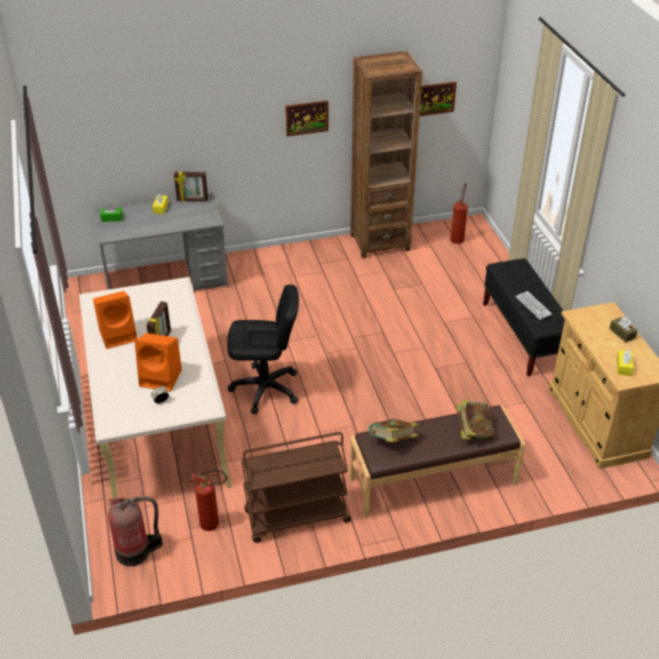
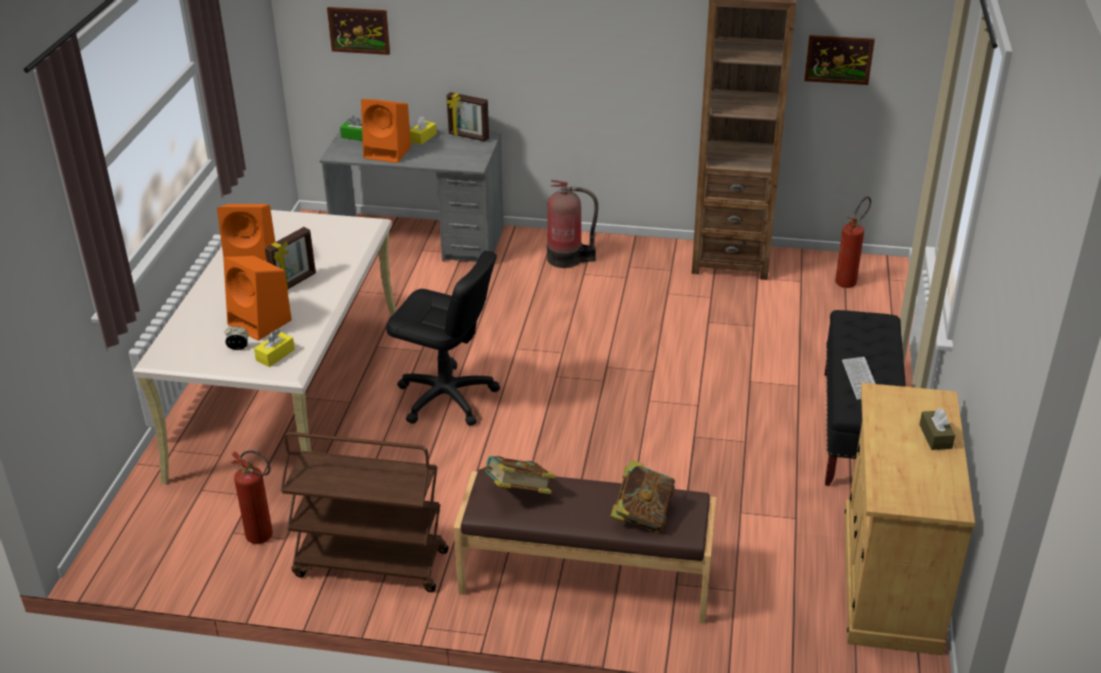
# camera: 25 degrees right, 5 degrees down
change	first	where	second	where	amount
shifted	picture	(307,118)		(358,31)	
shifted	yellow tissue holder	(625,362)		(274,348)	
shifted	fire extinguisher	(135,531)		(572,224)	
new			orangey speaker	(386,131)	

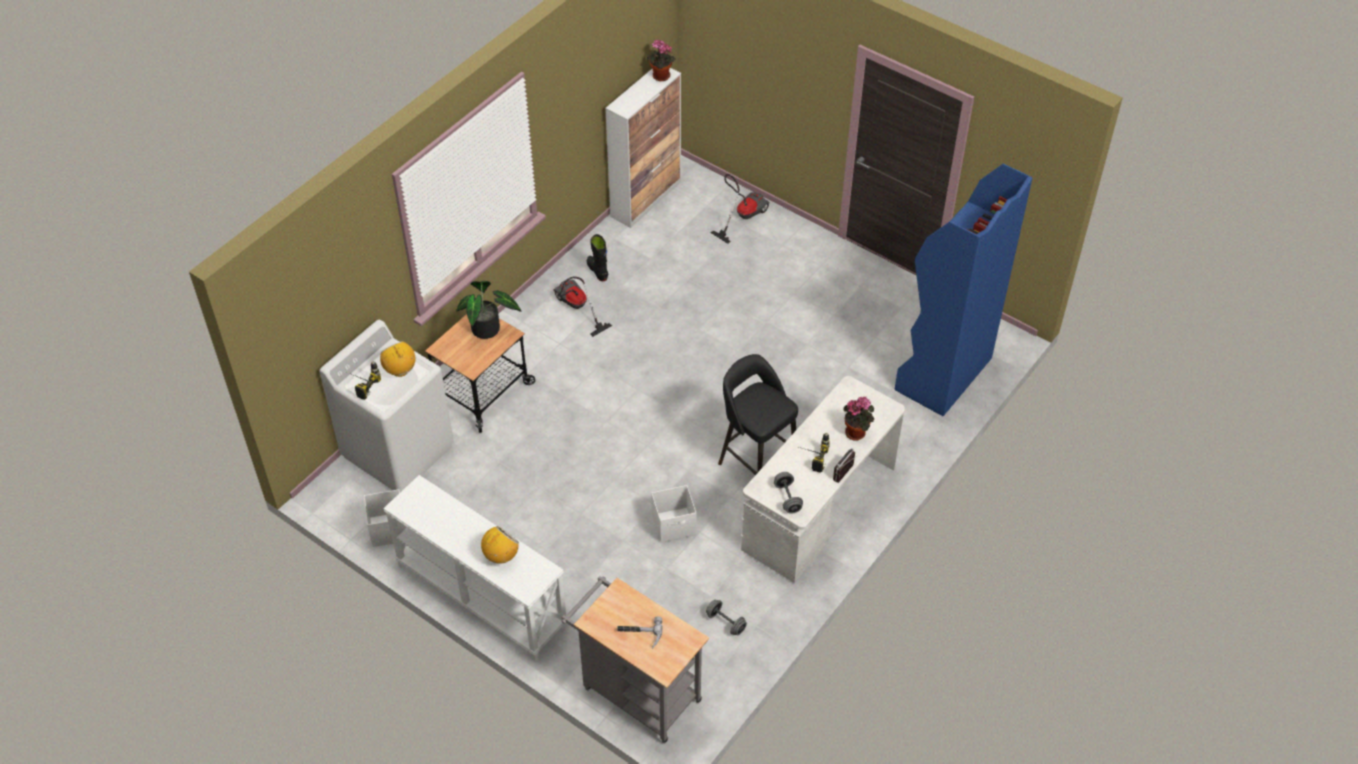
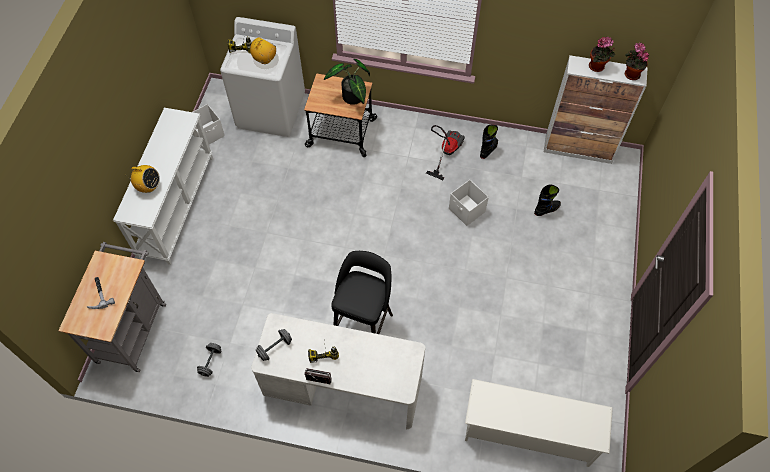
# camera: 65 degrees right, 10 degrees up
change	first	where	second	where	amount
swapped	blue-coloured bookshelf	(963,290)	white-coloured shoe stand	(539,423)	
gone	hoover	(740,209)			
shifted	plant in a pot	(858,418)		(602,54)	
shifted	white-coloured storage box	(673,513)		(469,203)	
new			blackish tall boot	(547,200)	

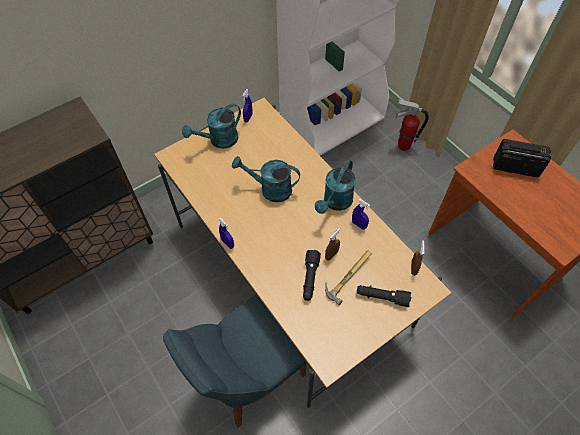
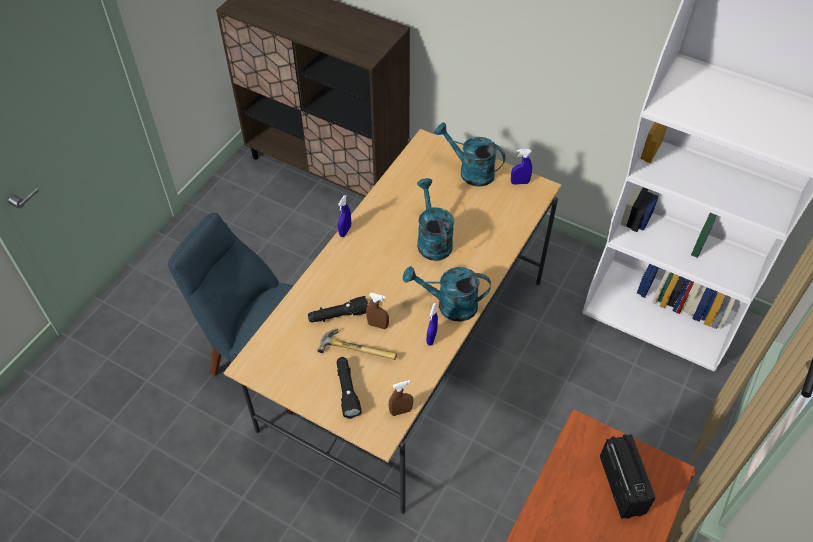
# camera: 65 degrees right, 5 degrees down
change	first	where	second	where	amount
gone	fire extinguisher	(412,125)			

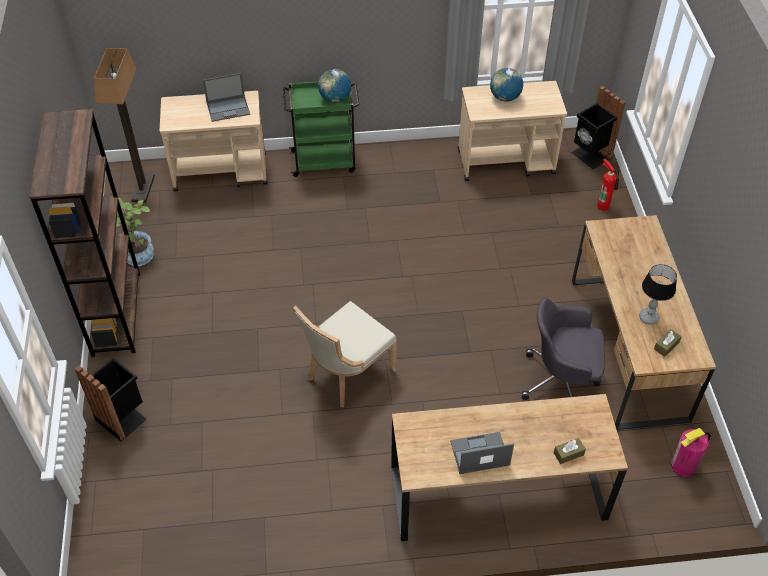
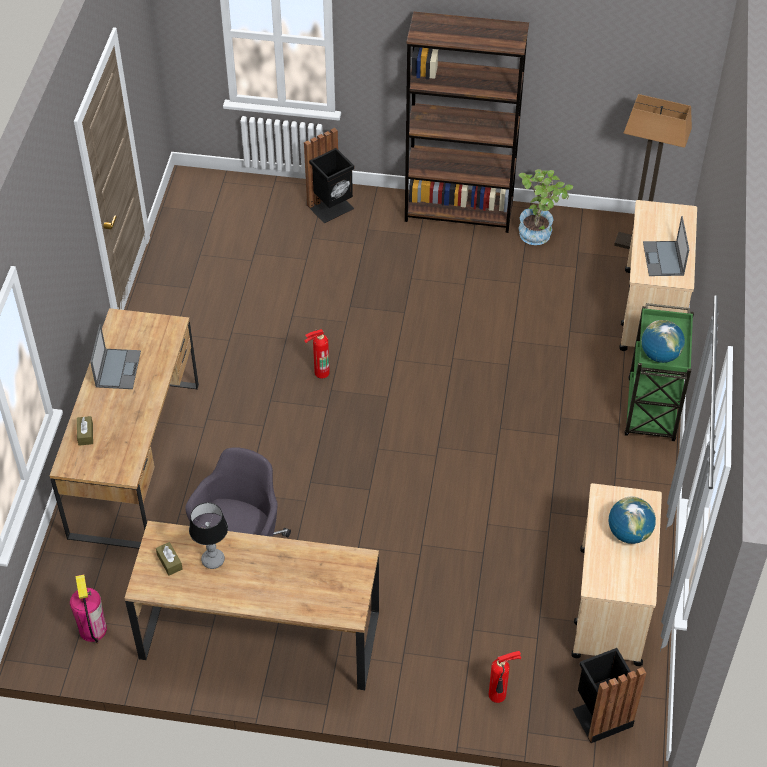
# camera: 105 degrees right, 0 degrees up
change	first	where	second	where	amount
swapped	beige plain chair	(345,354)	fire extinguisher	(317,354)	

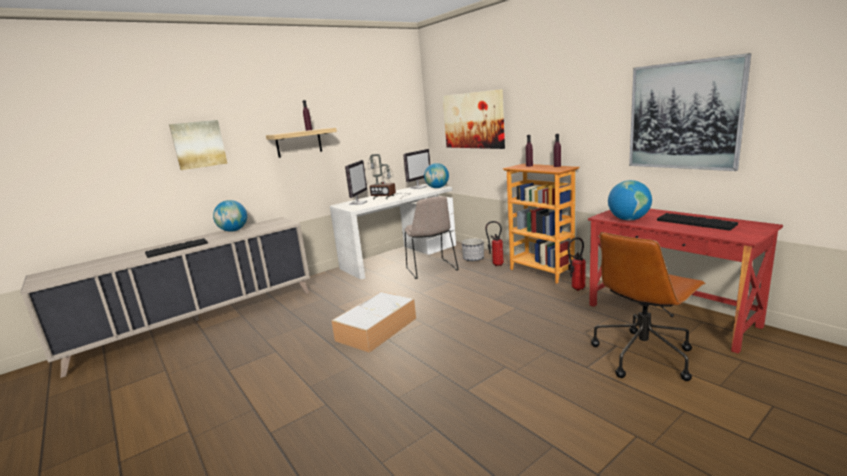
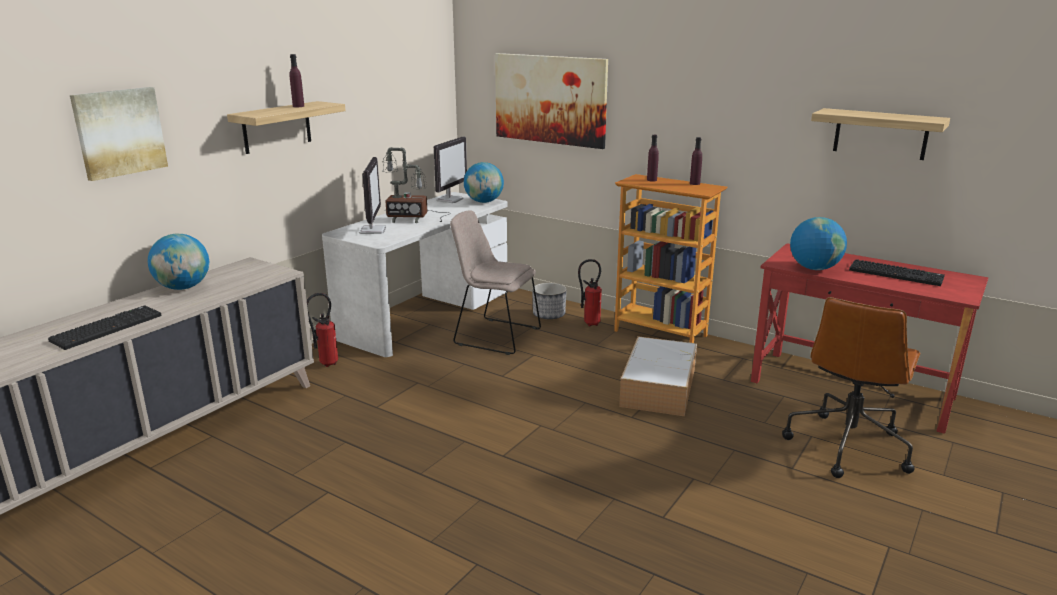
# camera: 20 degrees left, 5 degrees up
change	first	where	second	where	amount
swapped	picture	(690,112)	wall shelf	(880,134)	
rotated	beige plain chair	(431,237)		(495,283)	150 degrees clockwise
shifted	fire extinguisher	(577,264)		(322,330)	
shifted	storage box	(373,322)		(658,376)	

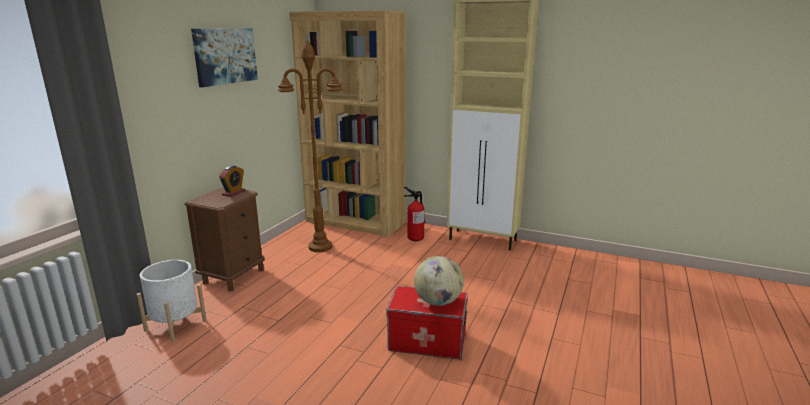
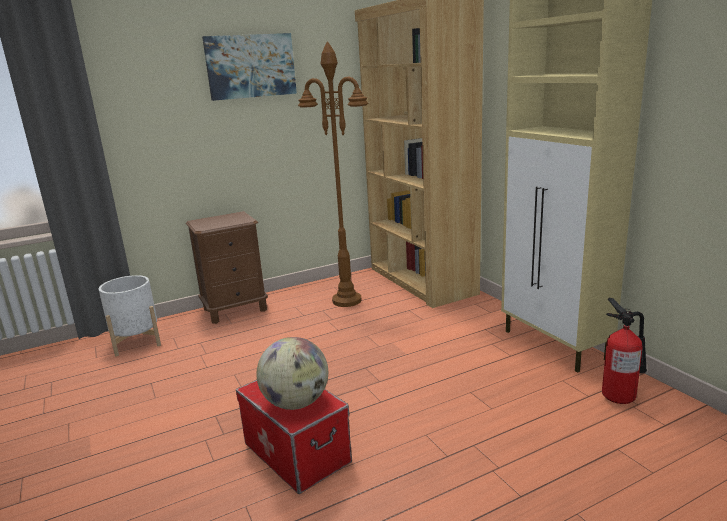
# camera: 40 degrees right, 0 degrees up
change	first	where	second	where	amount
gone	table clock	(232,181)			
shifted	fire extinguisher	(414,214)		(624,351)	

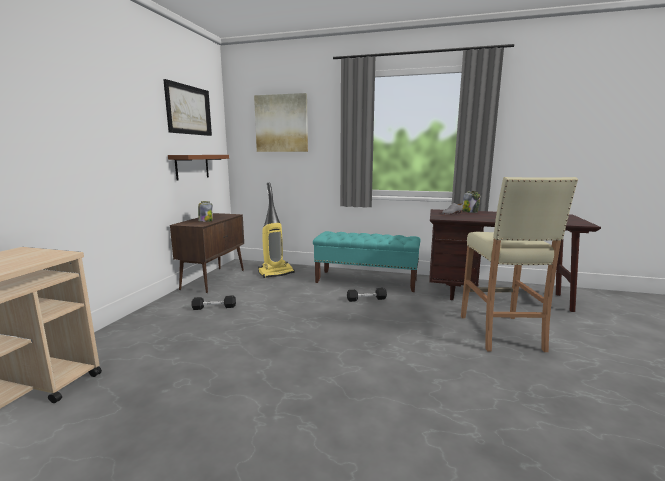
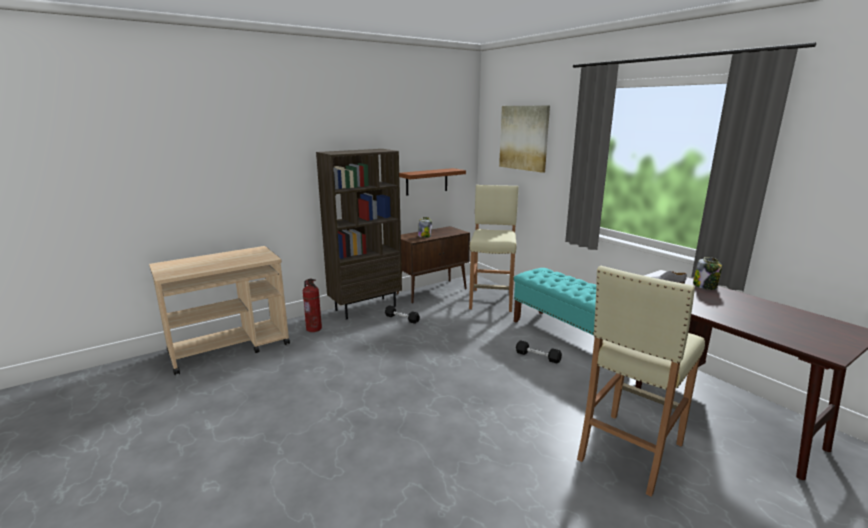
# camera: 40 degrees right, 5 degrees up
change	first	where	second	where	amount
gone	picture	(187,107)			
swapped	hoover	(276,230)	beige stool seat	(494,248)	
new			brownish bookshelf	(359,234)	
new			fire extinguisher	(312,305)	

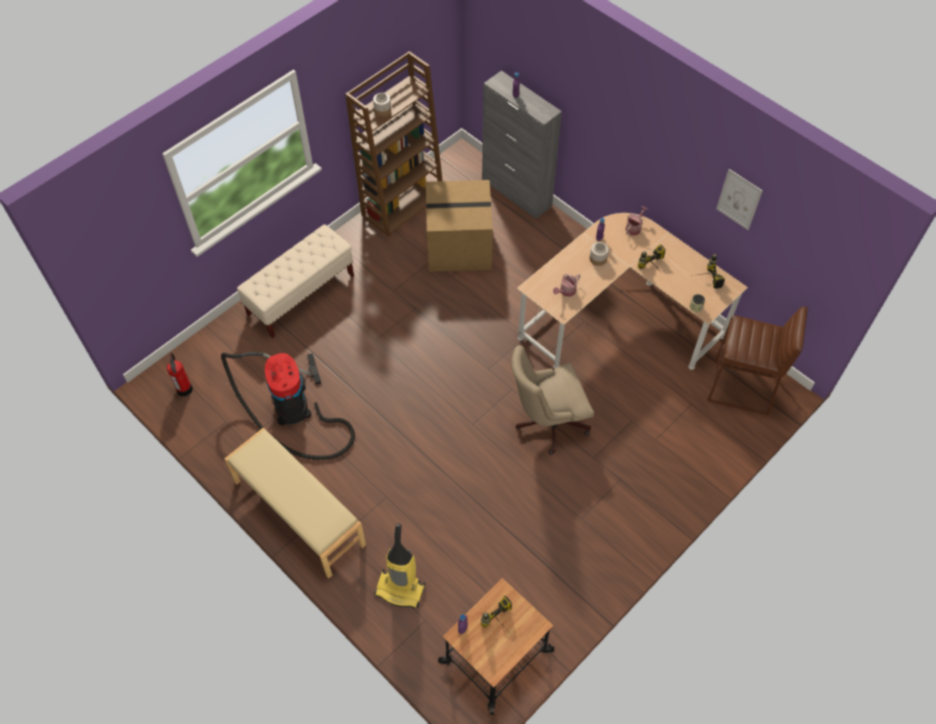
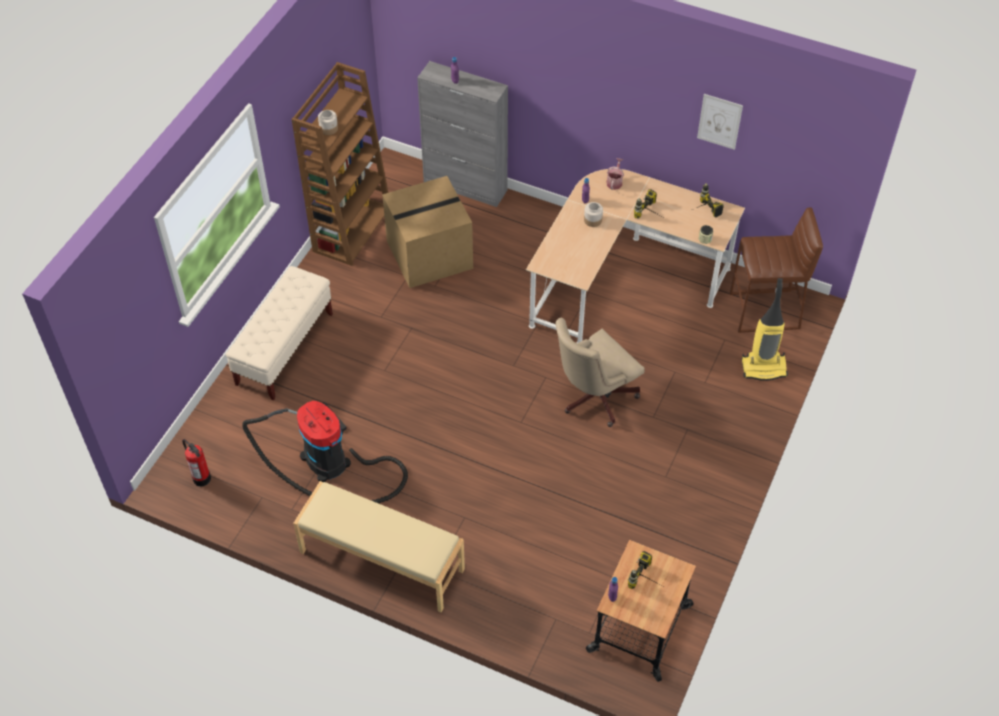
# camera: 20 degrees left, 5 degrees down
change	first	where	second	where	amount
gone	watering can	(566,285)			
shifted	hoover	(399,566)		(765,329)	

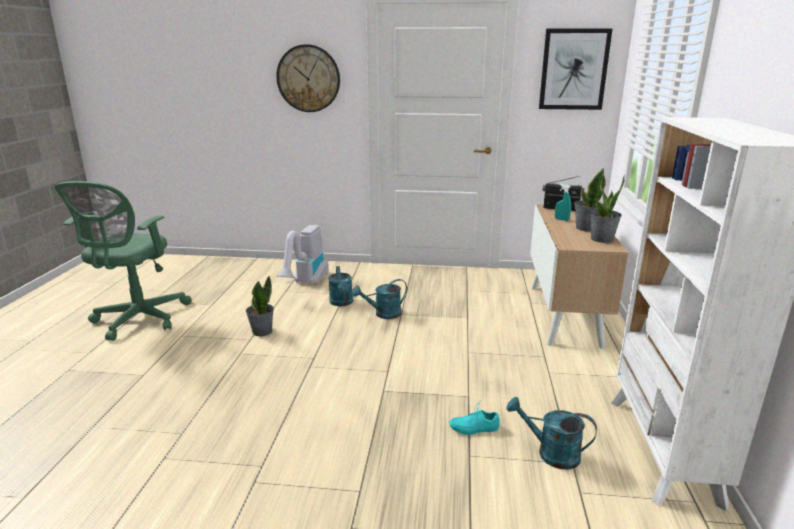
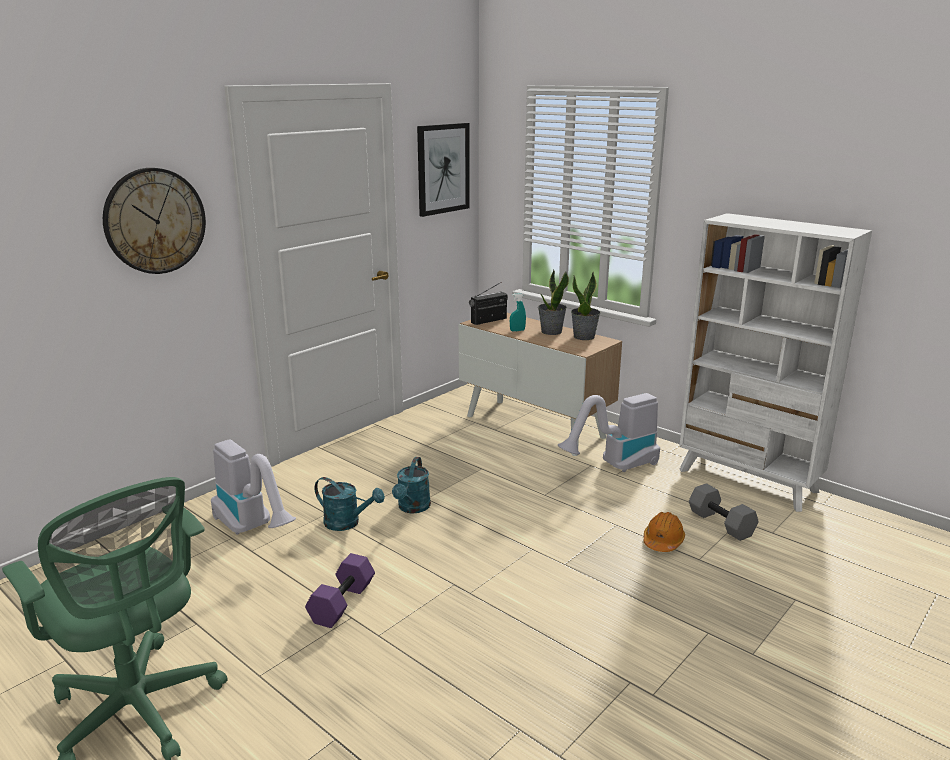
# camera: 55 degrees left, 0 degrees up
change	first	where	second	where	amount
swapped	plant in a pot	(260,305)	purple-coloured free weight	(340,590)	
swapped	blue-green watering can	(552,433)	grey free weight	(724,512)	
swapped	blue-green item of footwear	(474,417)	orangey hard hat	(664,532)	
new			hoover	(609,432)	

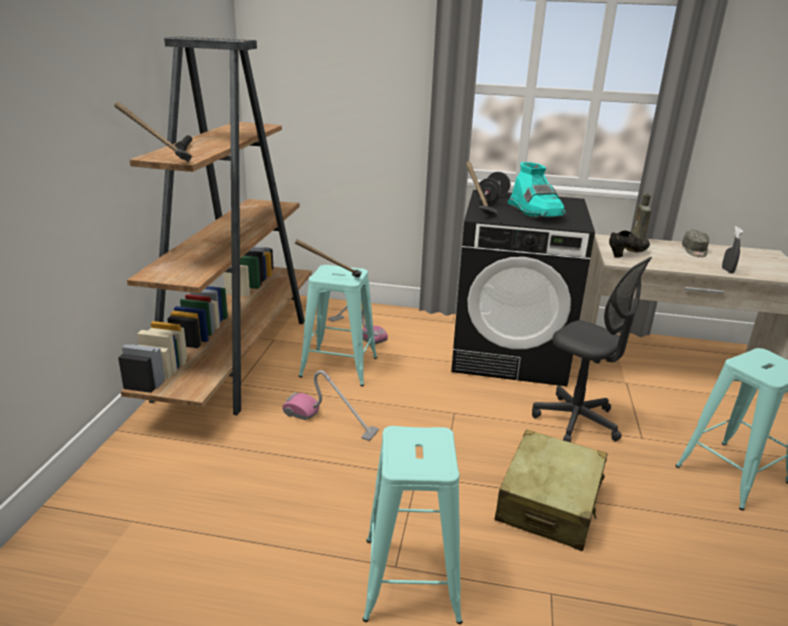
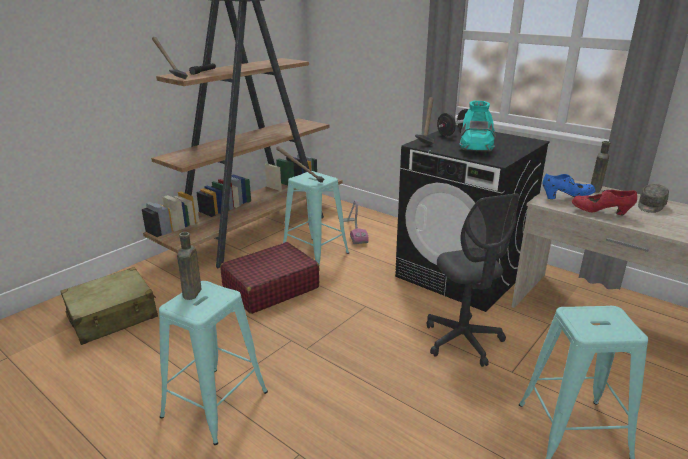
# camera: 30 degrees right, 0 degrees up
change	first	where	second	where	amount
gone	grey spray bottle	(732,249)			
repainted	blackish item of footwear	(629,244)	blue-coloured item of footwear	(569,186)	
swapped	hoover	(330,405)	reddish travel case	(270,278)	
shifted	beige travel case	(551,490)		(109,306)	
new			reddish item of footwear	(604,202)	
new			brownish beverage bottle	(189,266)	

